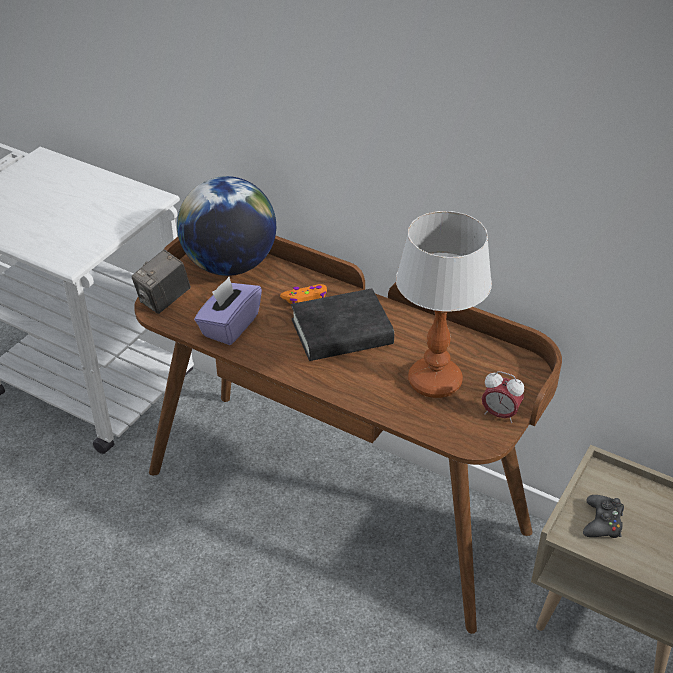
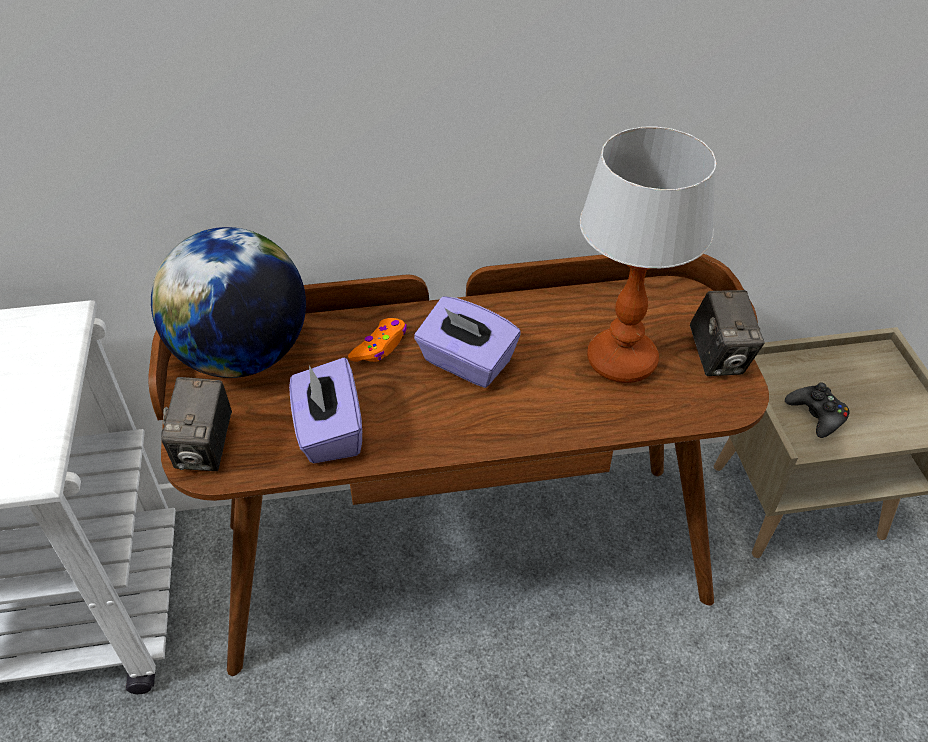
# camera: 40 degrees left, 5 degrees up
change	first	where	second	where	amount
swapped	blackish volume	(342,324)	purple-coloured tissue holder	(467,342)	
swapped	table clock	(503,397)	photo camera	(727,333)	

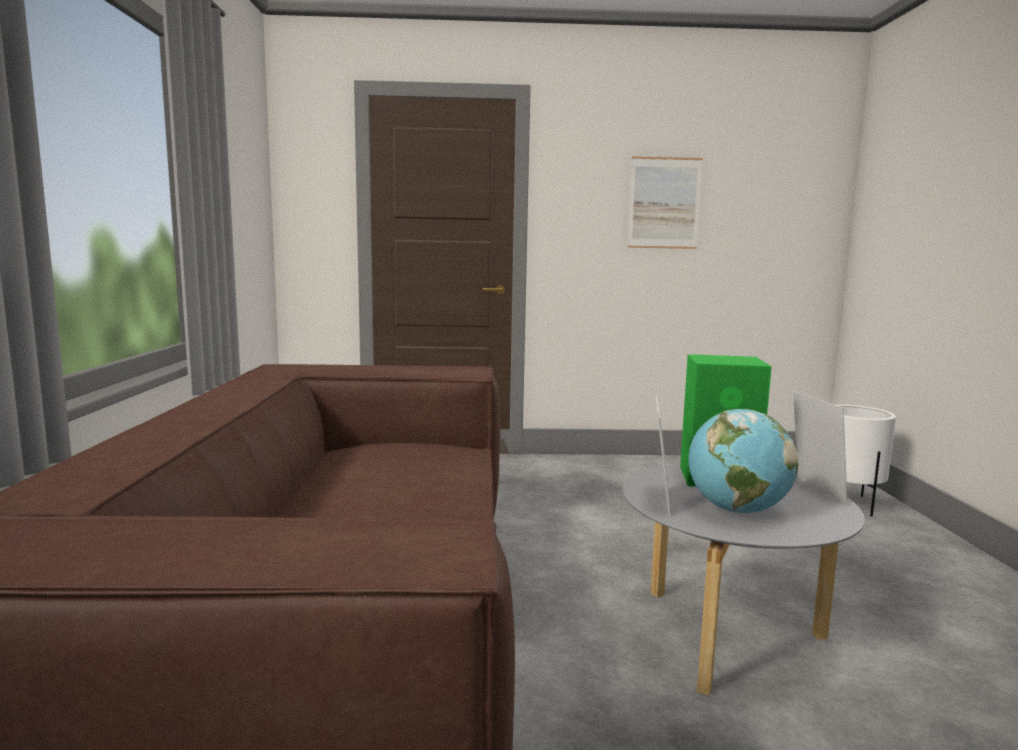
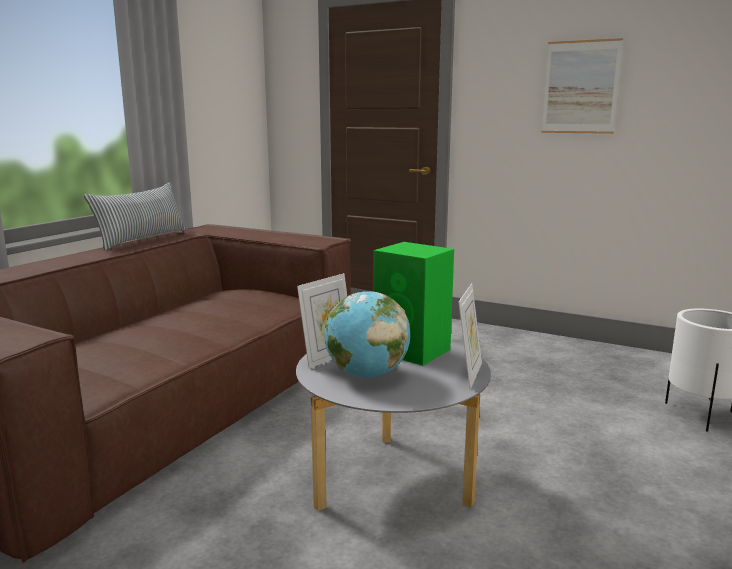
# camera: 30 degrees right, 5 degrees up
change	first	where	second	where	amount
new			cushion	(135,216)	

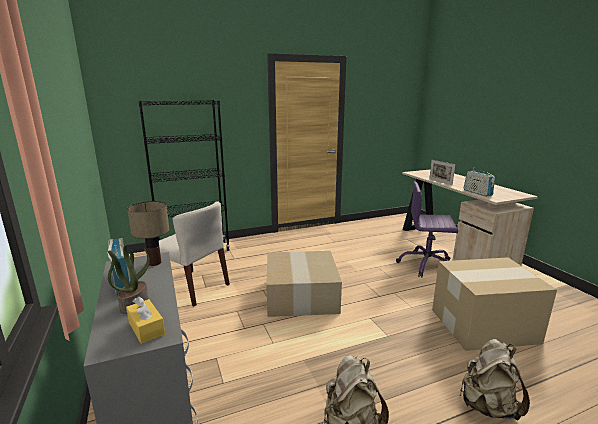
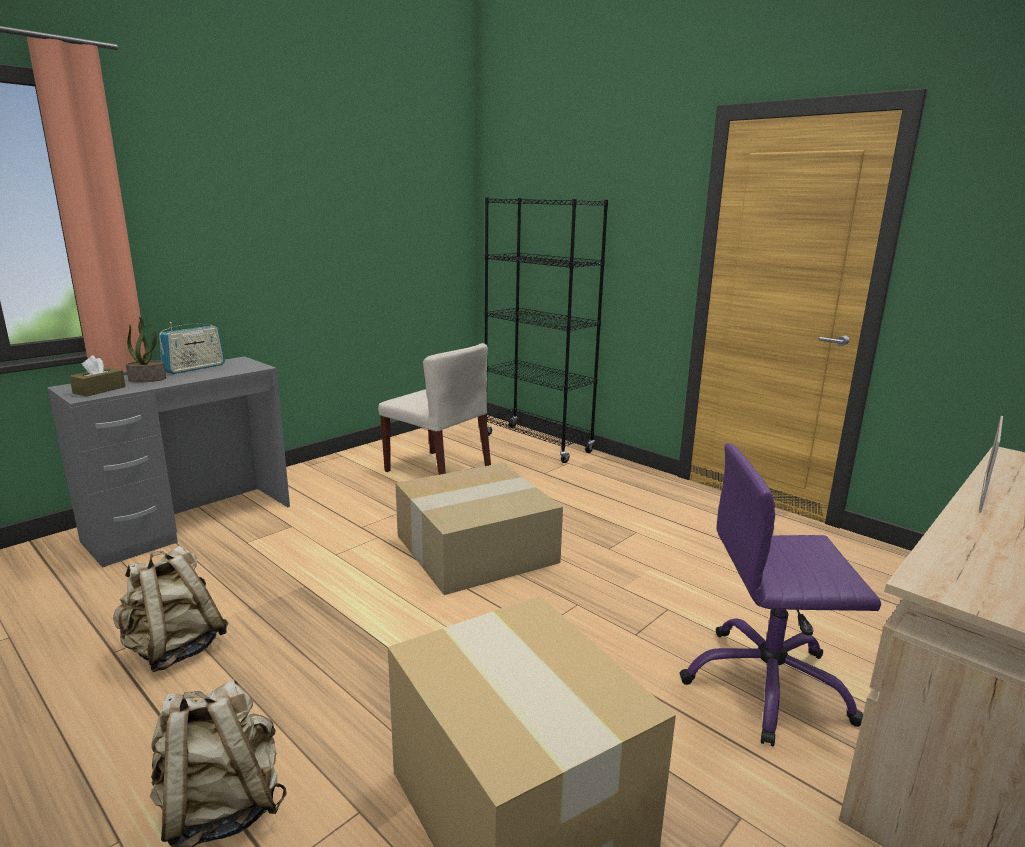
# camera: 65 degrees right, 0 degrees up
change	first	where	second	where	amount
gone	radio set	(479,183)			
rotated	purple-coloured desk chair	(427,229)		(780,594)	75 degrees counterclockwise
gone	lamp for a table	(148,233)			
rotated	beige plain chair	(194,254)		(434,409)	60 degrees counterclockwise
repainted	yellow tissue holder	(145,320)	brownish tissue holder	(97,376)	

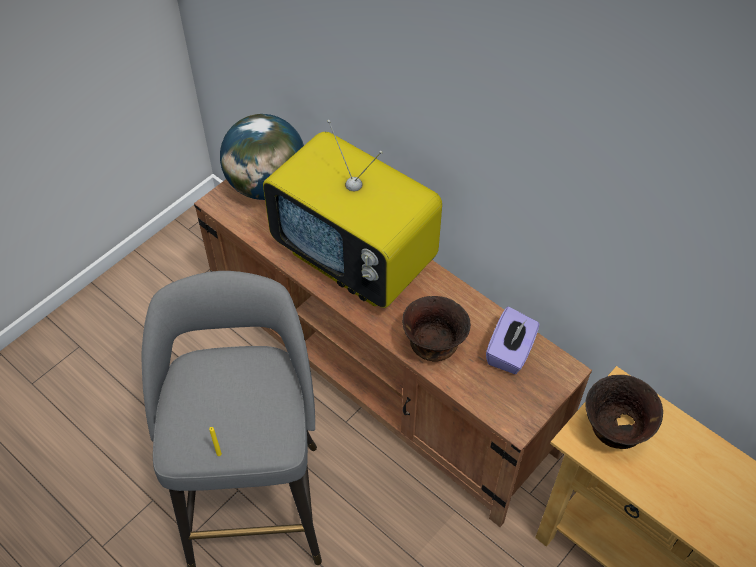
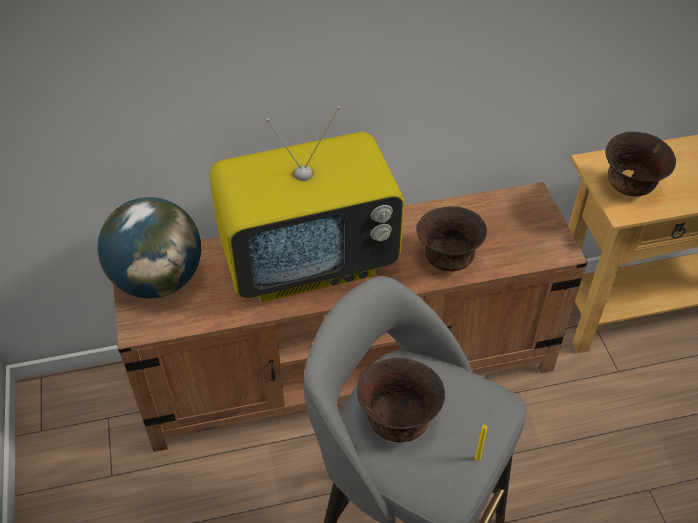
# camera: 55 degrees left, 5 degrees down
change	first	where	second	where	amount
gone	purple-coloured tissue holder	(512,340)			
new			brownish deep dish	(401,400)	

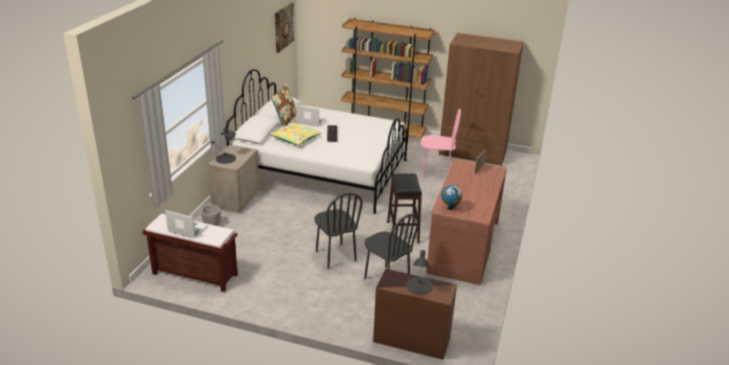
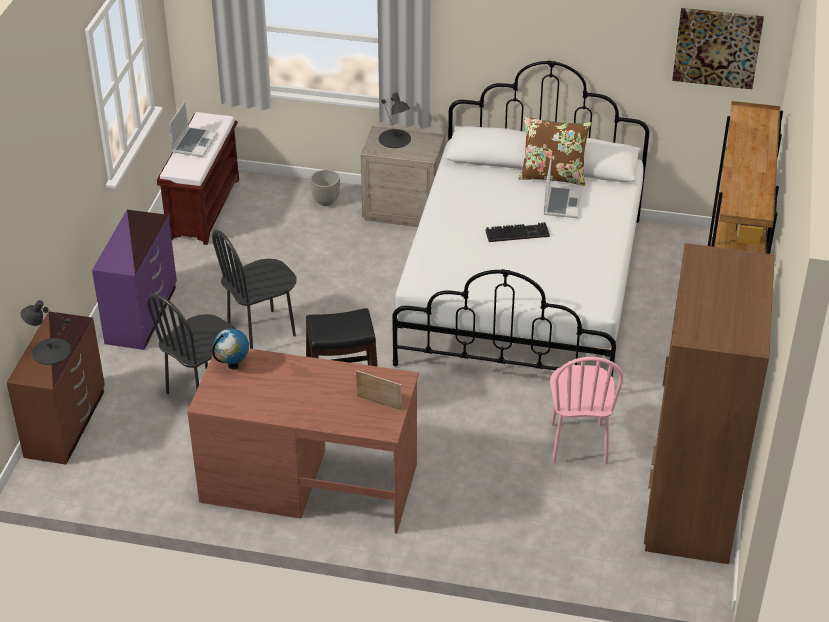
# camera: 85 degrees right, 10 degrees up
change	first	where	second	where	amount
gone	yellow cushion	(295,134)			
new			purple-coloured dresser	(134,280)	

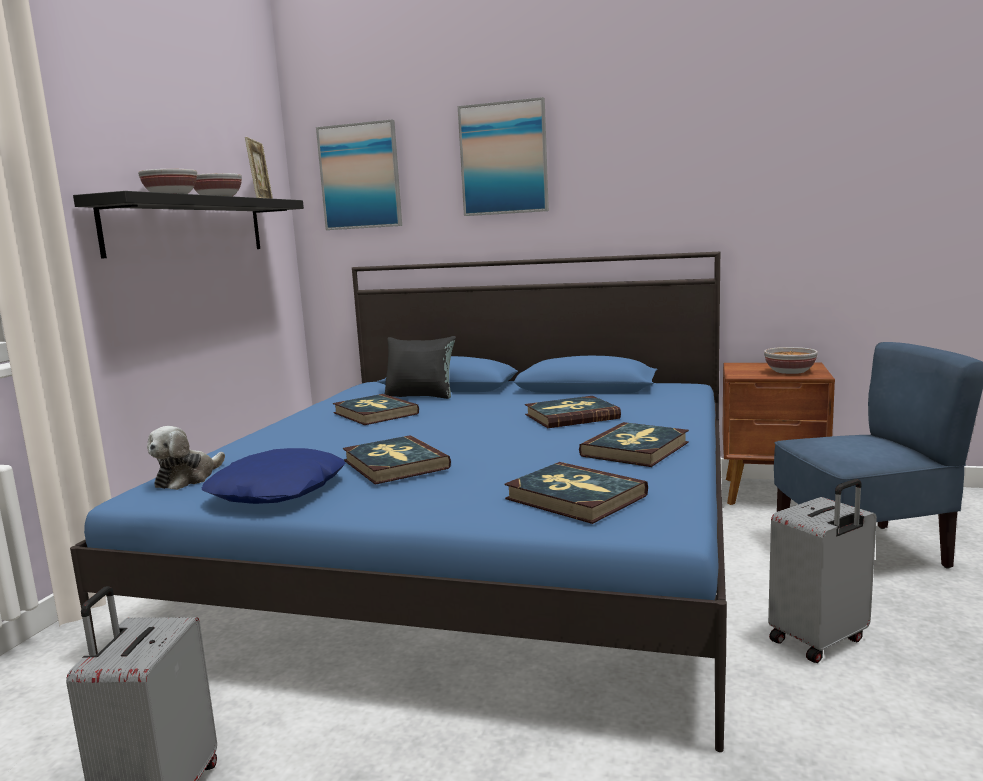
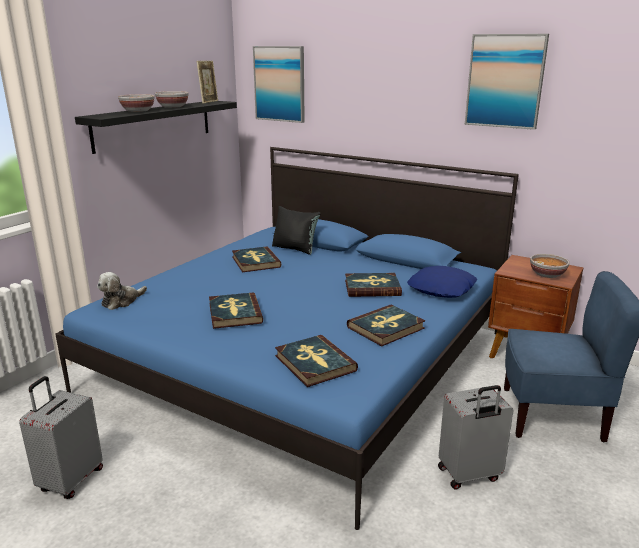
# camera: 15 degrees right, 10 degrees up
change	first	where	second	where	amount
shifted	picture	(503,156)		(507,82)	
shifted	blue-coloured cushion	(273,476)		(442,282)	

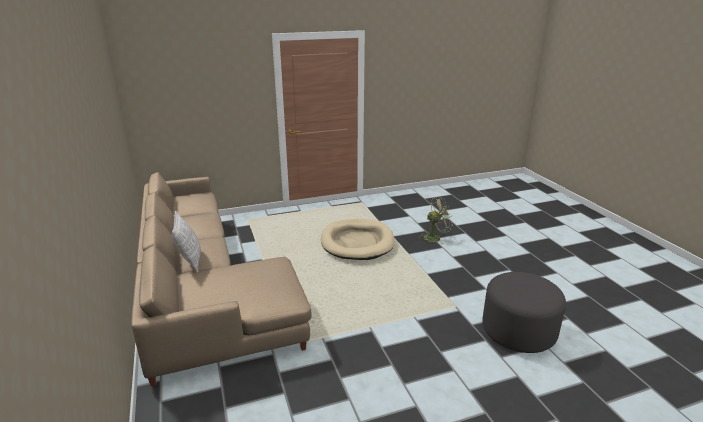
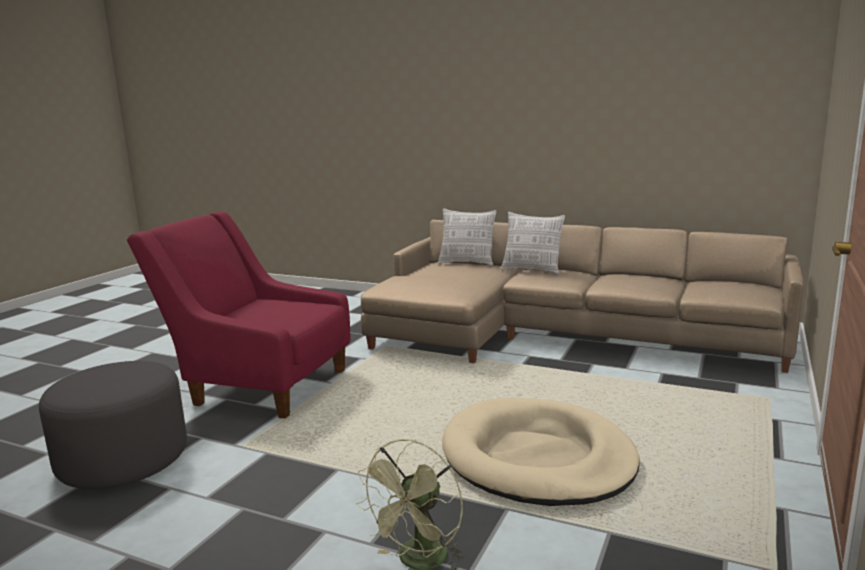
# camera: 135 degrees right, 10 degrees down
change	first	where	second	where	amount
new			cushion	(467,237)	
new			reddish armchair	(238,314)	

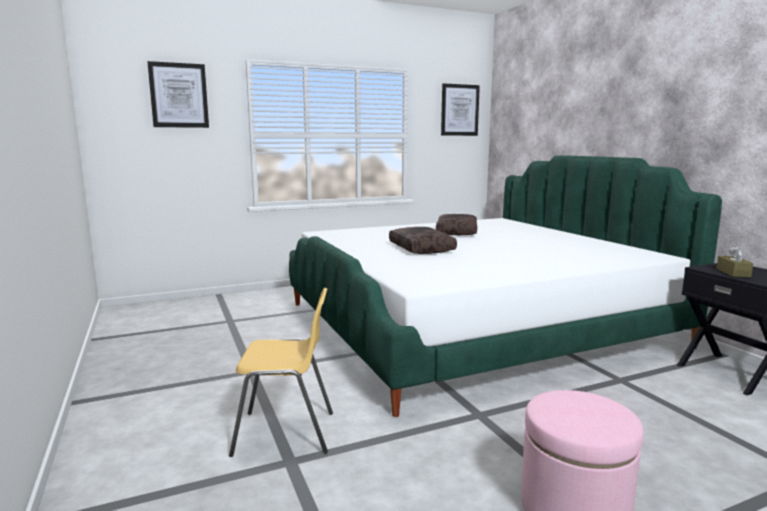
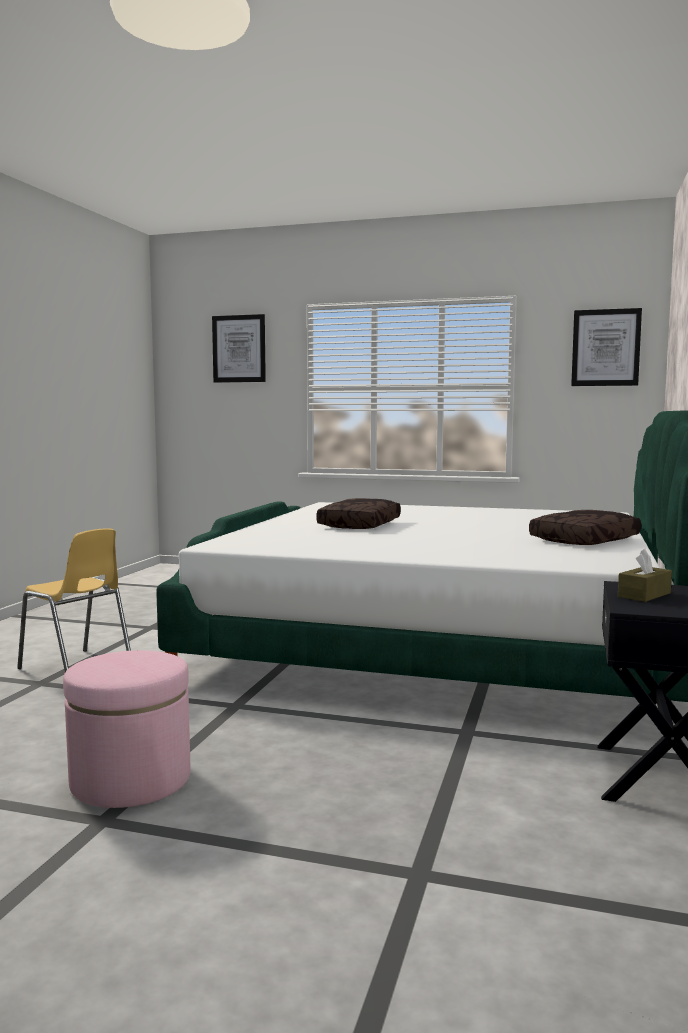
# camera: 40 degrees right, 5 degrees down
change	first	where	second	where	amount
shifted	brownish cushion	(456,224)		(585,527)	

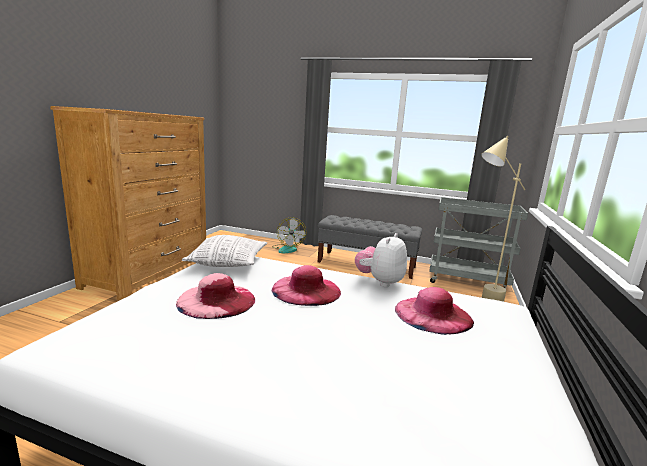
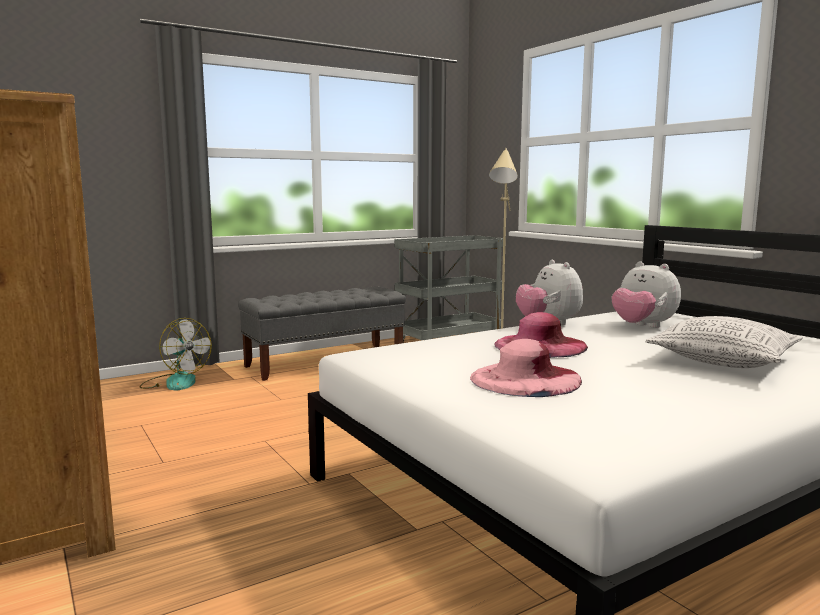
# camera: 50 degrees left, 5 degrees down
change	first	where	second	where	amount
shifted	cushion	(224,251)		(724,342)	
swapped	pink-coloured wearable hat	(434,311)	soft toy	(646,294)	

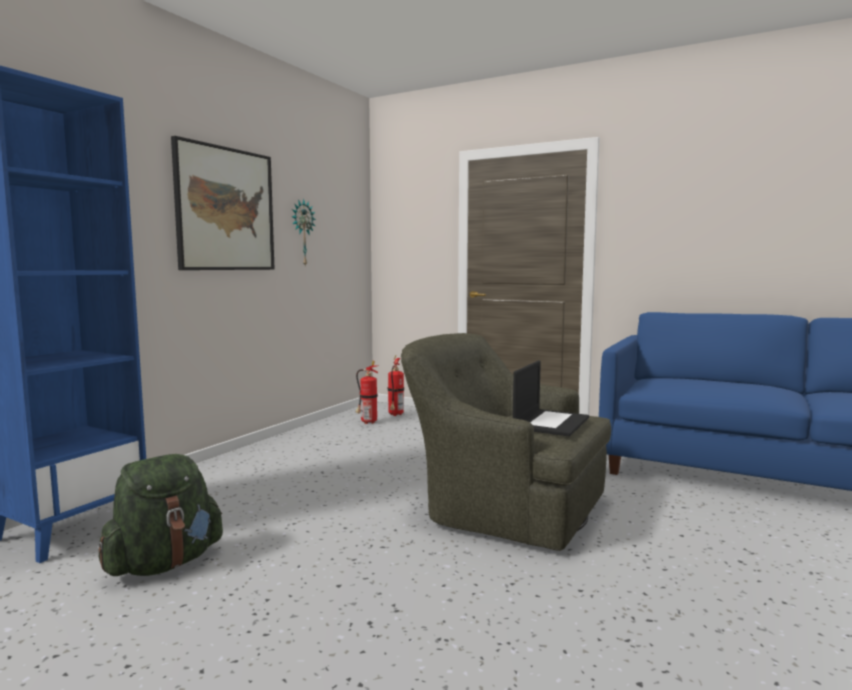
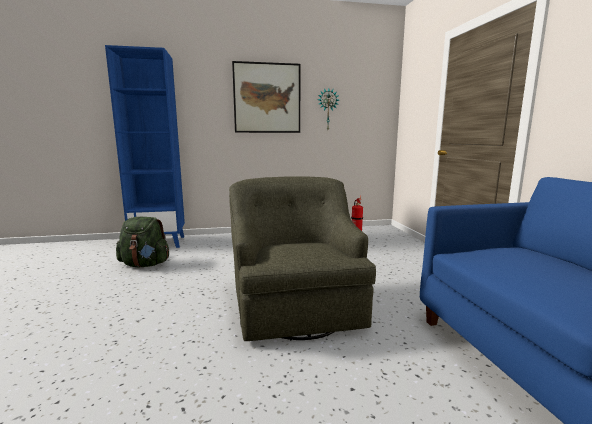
# camera: 50 degrees right, 5 degrees up
change	first	where	second	where	amount
gone	fire extinguisher	(396,385)			
gone	notebook computer	(551,399)			

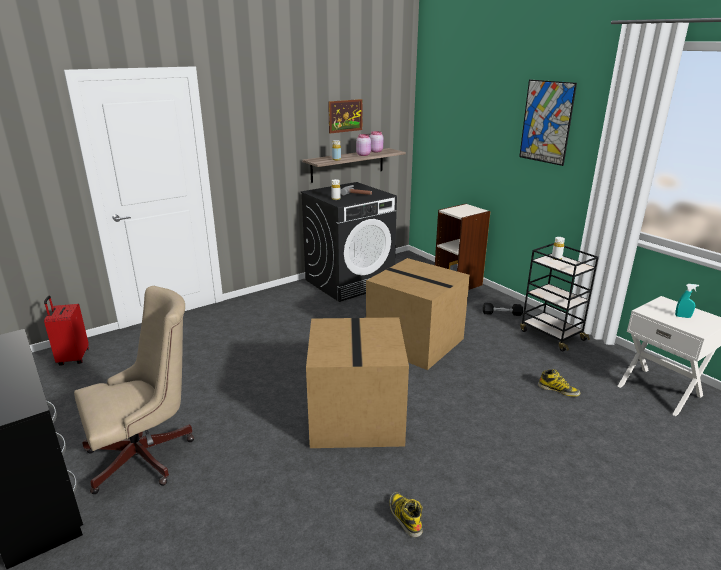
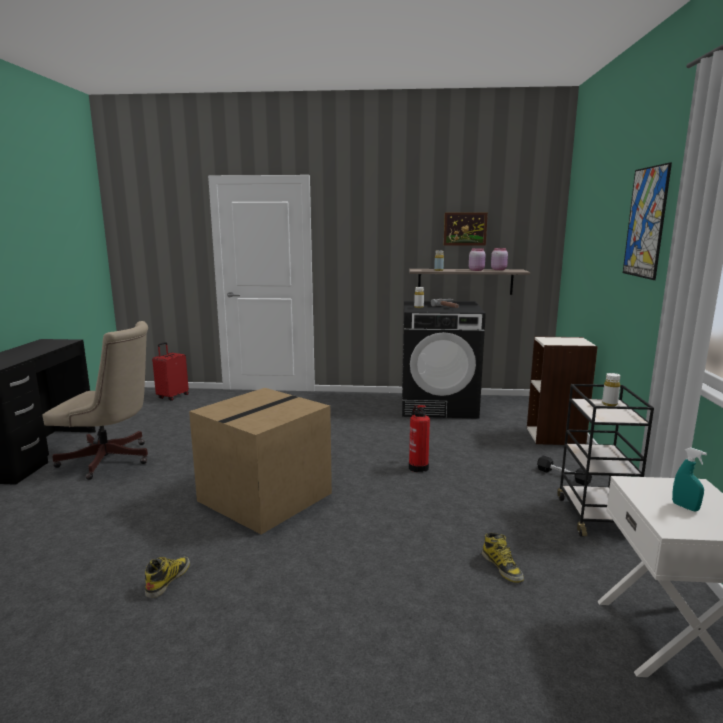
# camera: 40 degrees right, 10 degrees down
change	first	where	second	where	amount
swapped	cardboard box	(418,314)	fire extinguisher	(419,438)	

